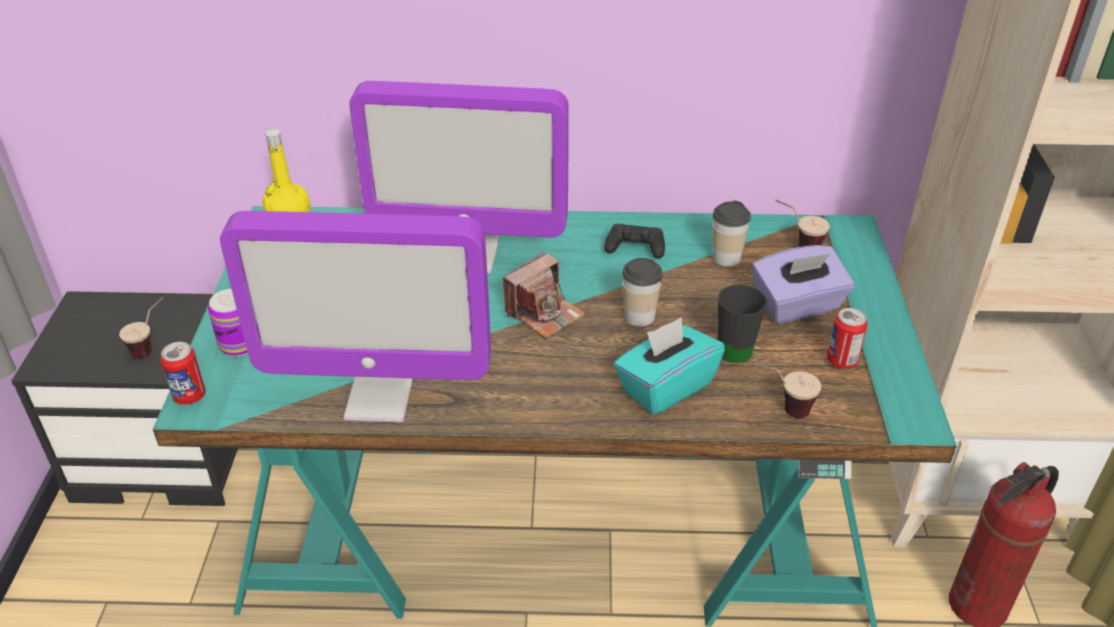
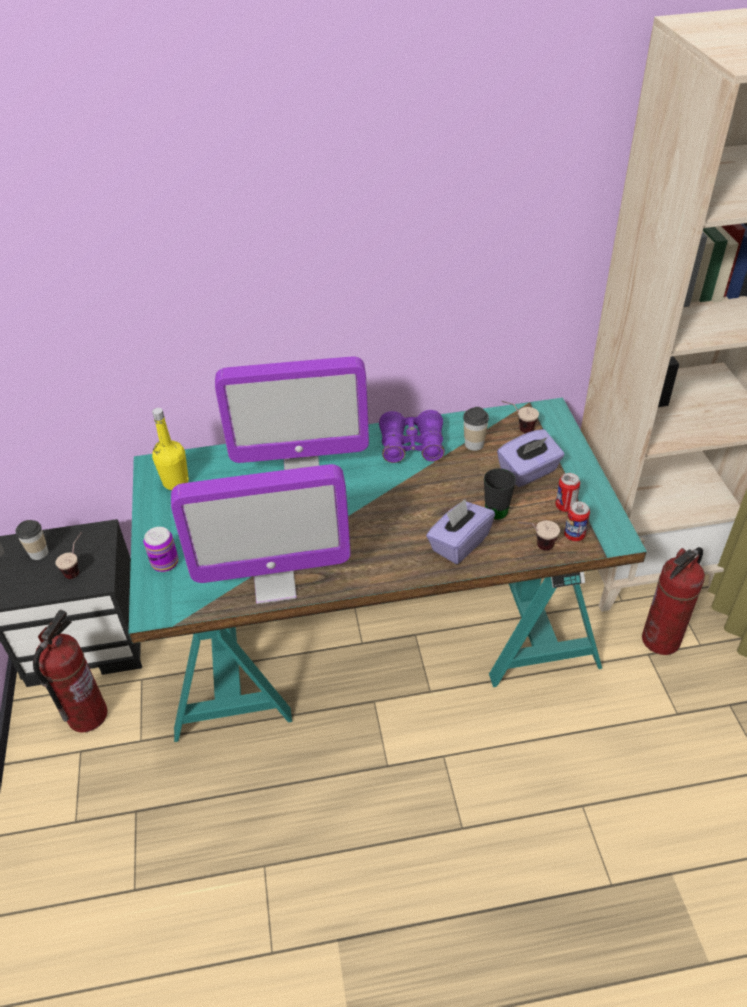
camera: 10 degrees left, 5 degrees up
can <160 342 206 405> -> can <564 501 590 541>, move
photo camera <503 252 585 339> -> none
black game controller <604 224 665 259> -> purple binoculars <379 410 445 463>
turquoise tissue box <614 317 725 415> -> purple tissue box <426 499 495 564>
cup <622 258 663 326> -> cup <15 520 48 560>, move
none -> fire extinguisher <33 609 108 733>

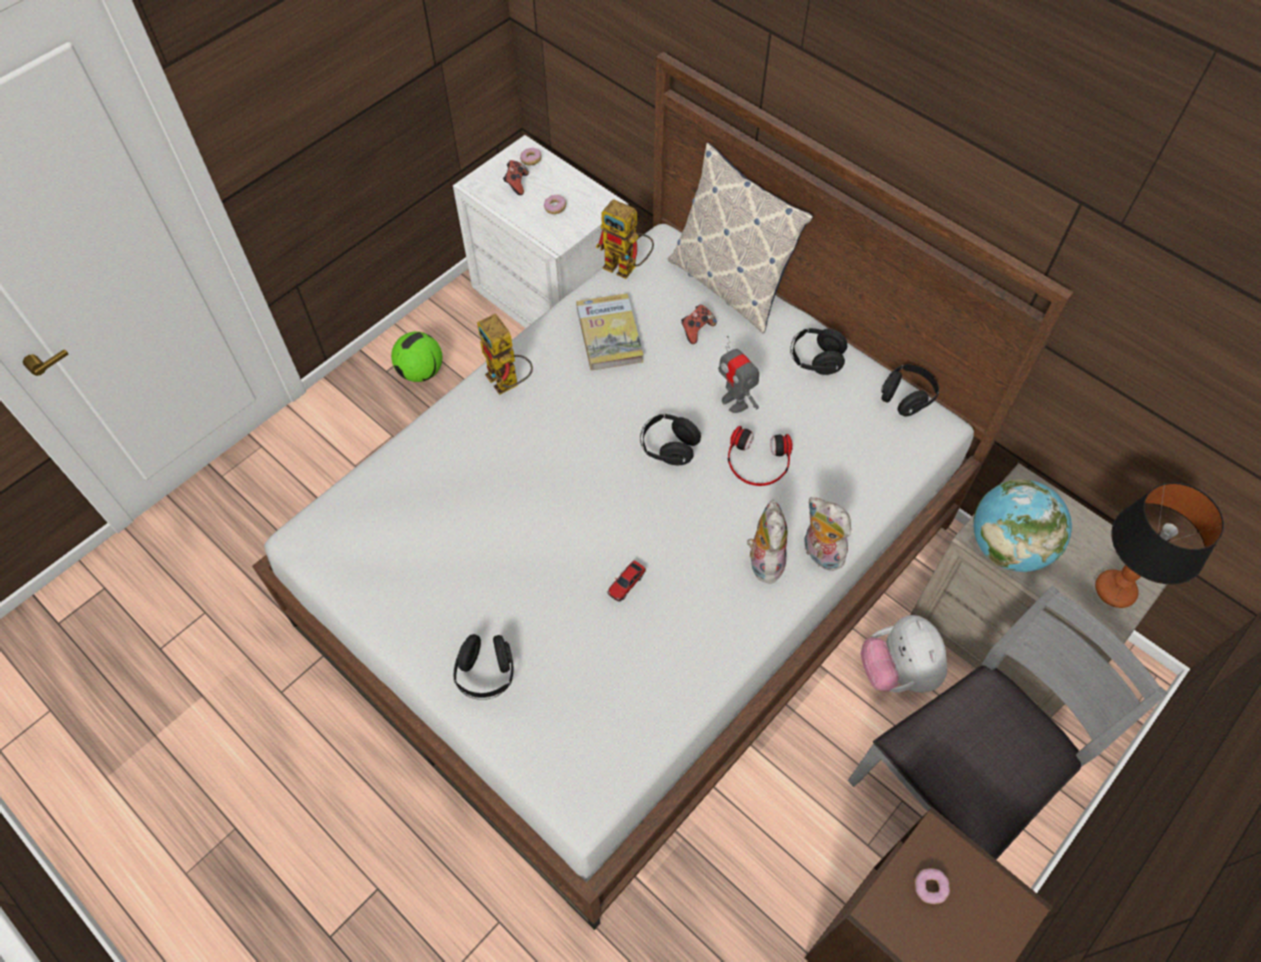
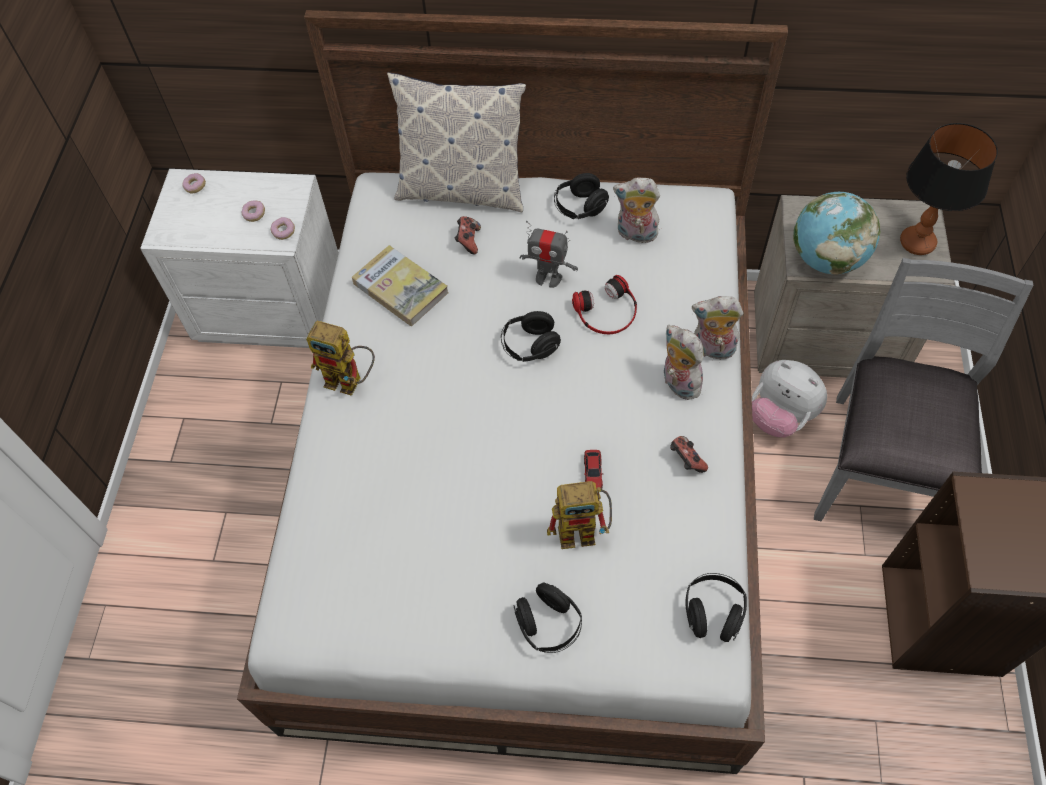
camera: 35 degrees left, 0 degrees up
football <391 332 442 382> -> none
game controller <503 160 529 195> -> game controller <670 436 708 473>, move
toy robot <596 199 654 279> -> toy robot <547 481 612 549>, move
black headphones <881 364 939 417> -> black headphones <686 573 747 642>, move
donut <915 868 950 904> -> donut <271 217 295 240>, move
none -> plush toy <613 178 660 243>

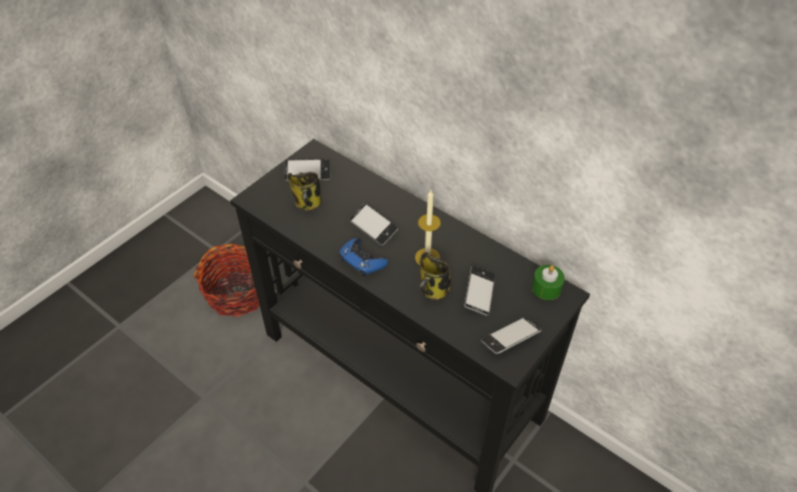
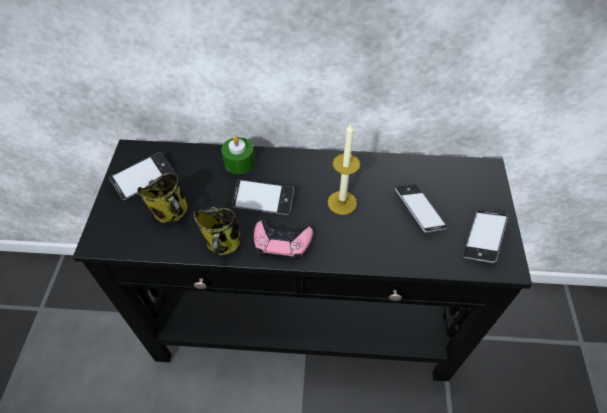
camera: 35 degrees left, 5 degrees up
basket <194 243 259 317> -> none
blue game controller <339 238 388 277> -> pink game controller <254 220 313 260>
mug <419 252 451 300> -> mug <194 207 241 255>, move
green candle <532 265 565 300> -> green candle <222 136 255 174>, move

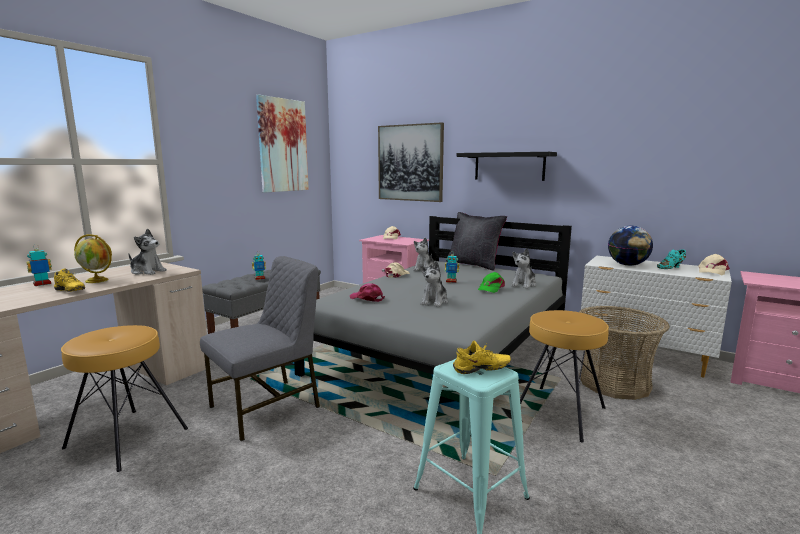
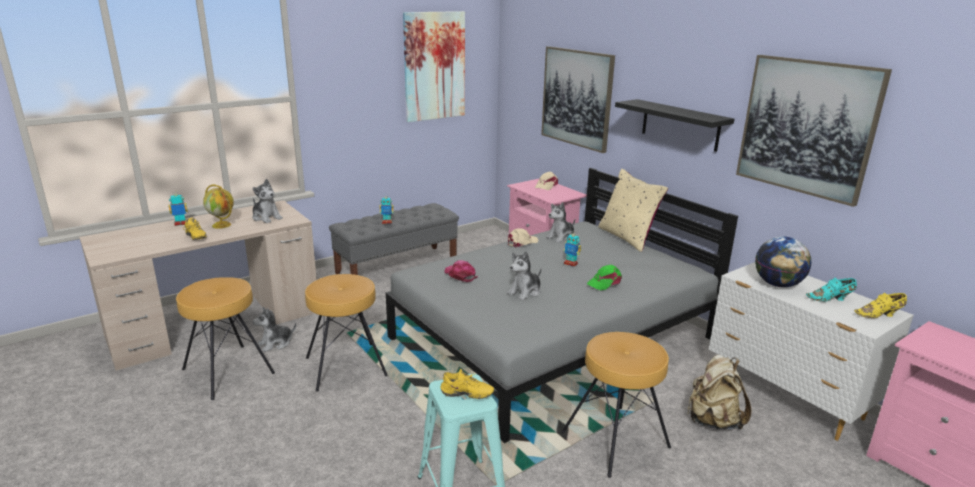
camera: 20 degrees right, 10 degrees up
grey chair <200 256 320 441> -> brown stool <305 274 388 392>
black pillow <446 212 507 271> -> beige pillow <598 169 668 252>
plush toy <511 249 536 289> -> plush toy <252 307 296 352>, move
basket <579 306 670 400> -> beige backpack <687 355 751 430>
beige cap <698 254 730 275> -> yellow shoe <854 293 907 318>
none -> picture <736 55 892 207>

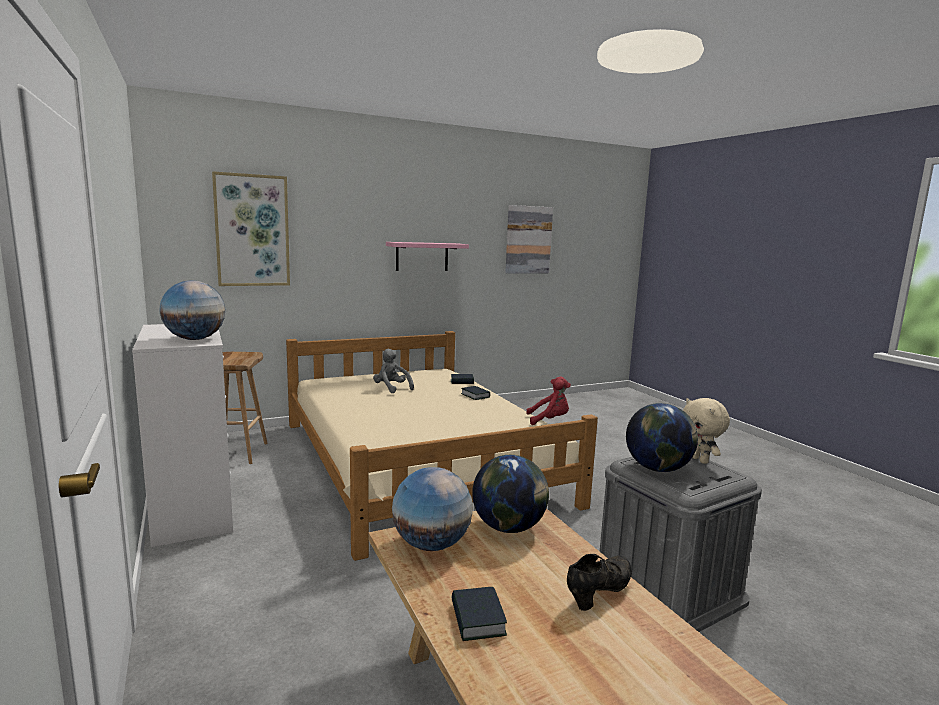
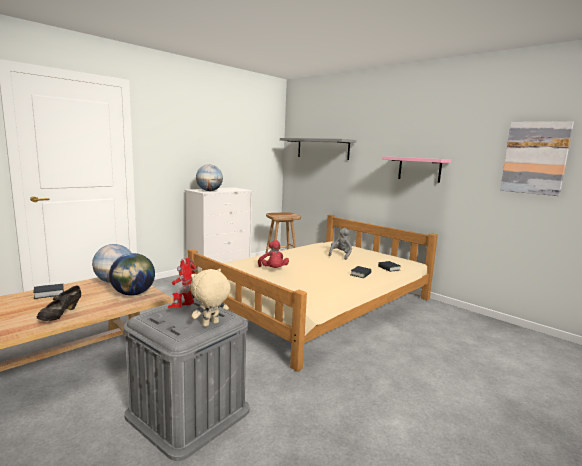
camera: 70 degrees right, 0 degrees up
picture <212 171 290 286> -> grey shelf <280 138 356 160>
red plush toy <526 377 571 425> -> red plush toy <258 240 289 268>, move
black shoe <567 554 632 611> -> black shoe <37 286 81 321>, 75 degrees clockwise
globe <626 403 698 472> -> toy robot <168 257 197 308>

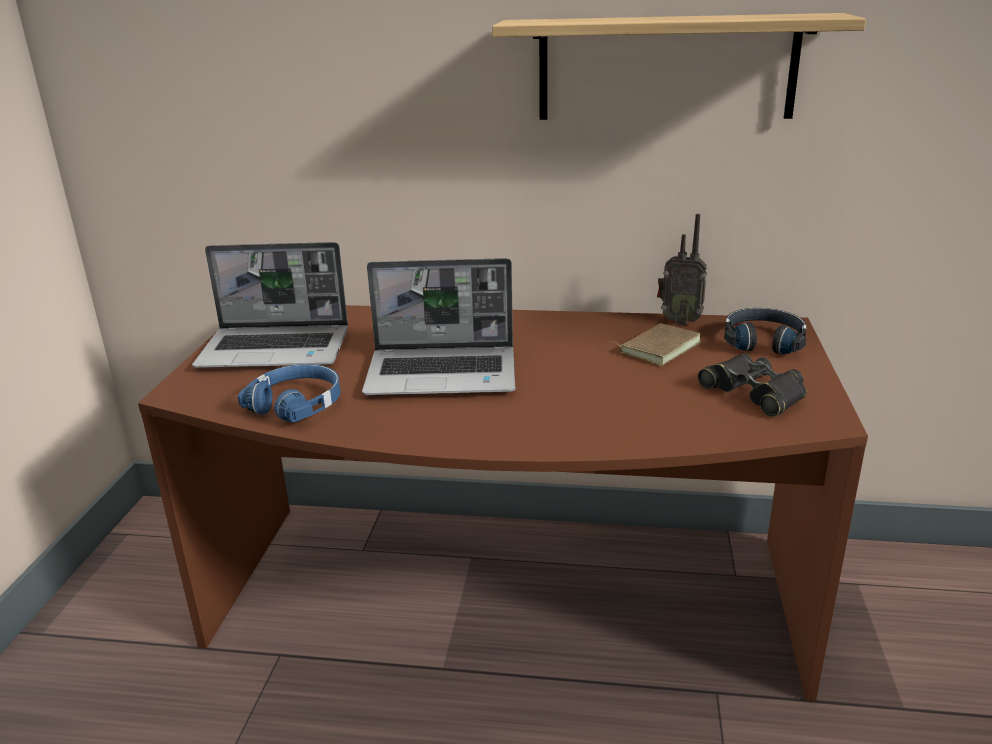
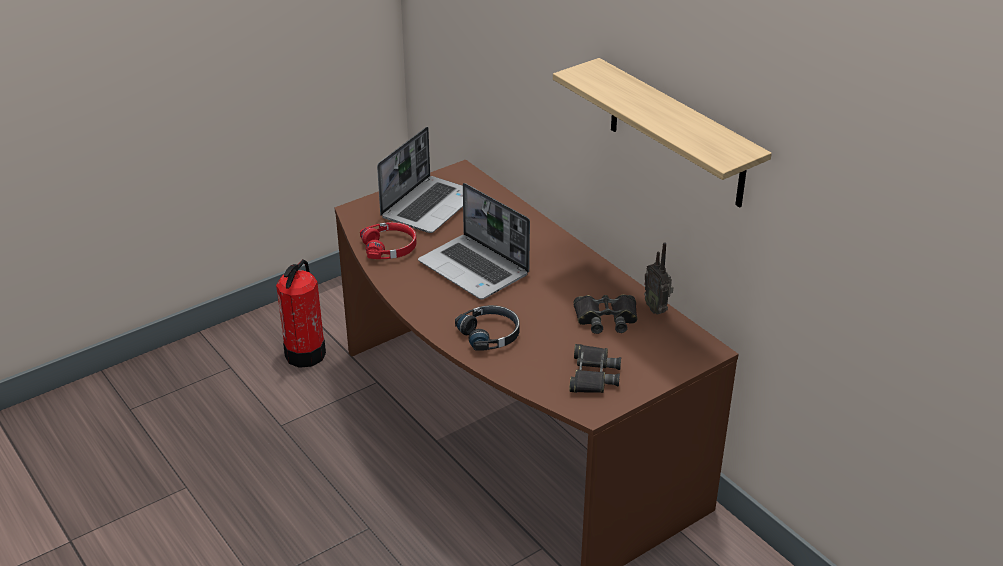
camera: 45 degrees right, 10 degrees up
laptop <192 242 348 368> -> laptop <377 127 463 233>, 105 degrees counterclockwise
blue headphones <238 364 340 422> -> red headphones <360 222 417 259>
brown book <607 323 701 366> -> black binoculars <573 294 637 334>
black headphones <724 308 806 354> -> black headphones <455 305 520 351>, move
none -> fire extinguisher <276 259 326 368>

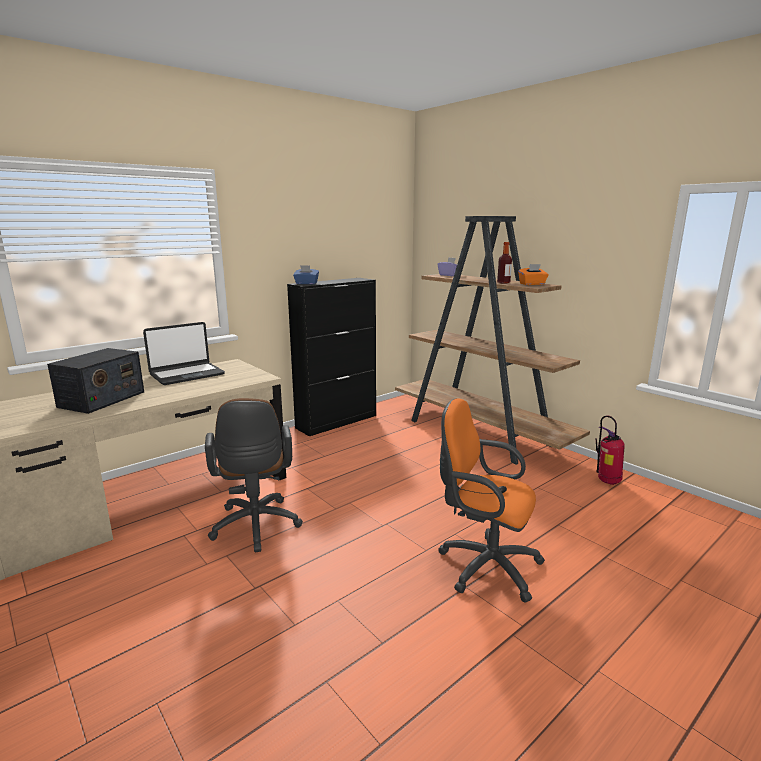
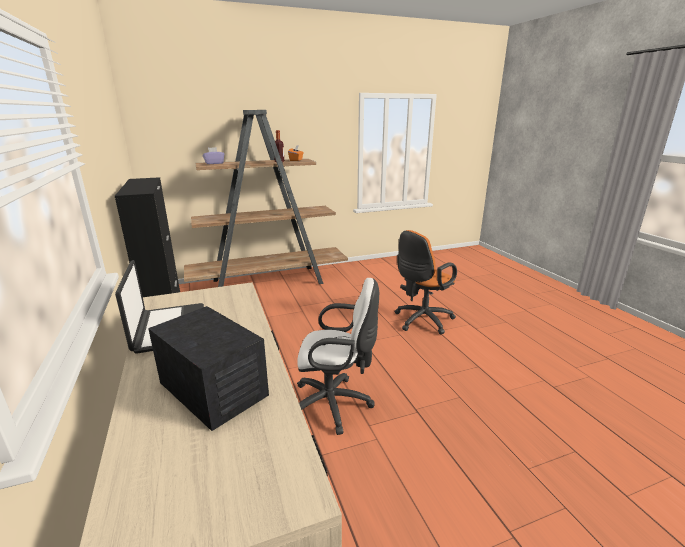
camera: 70 degrees left, 5 degrees up
brown office chair <205 398 303 552> -> white office chair <297 278 379 435>
blue tissue box <293 265 319 284> -> none
fire extinguisher <596 416 625 485> -> none

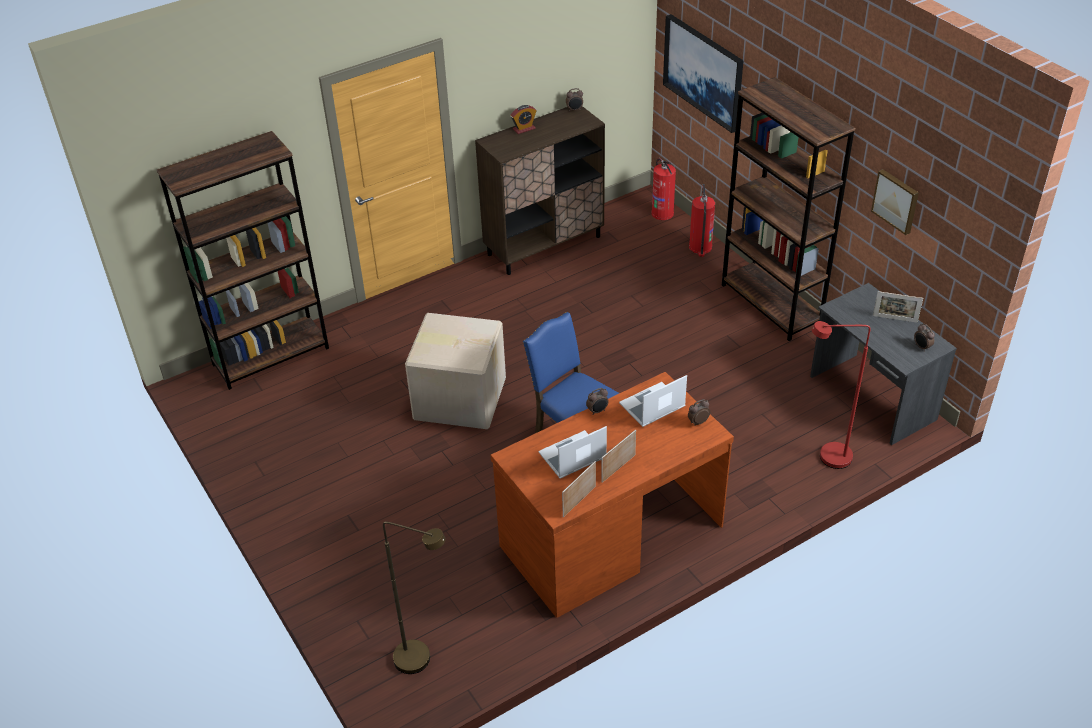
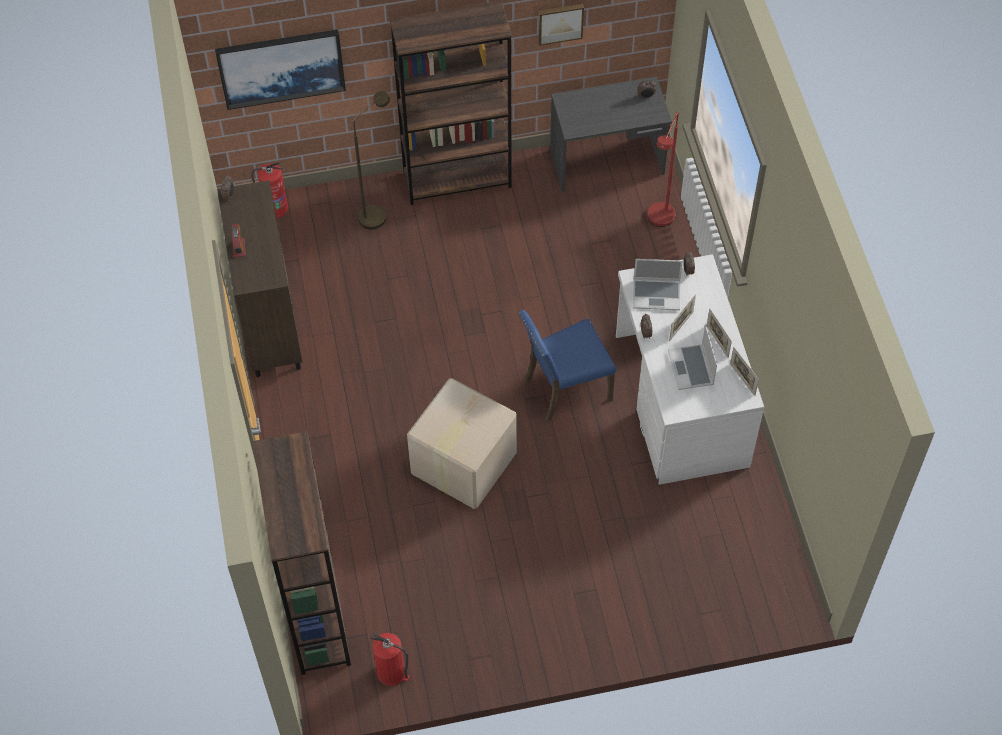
camera: 70 degrees left, 15 degrees up
brown floor lamp <383 522 446 674> -> brown floor lamp <353 91 390 230>, move
brown desk <490 372 734 618> -> white desk <616 254 764 485>
laptop <619 375 687 427> -> laptop <633 259 683 310>, 75 degrees counterclockwise
fire extinguisher <689 184 715 257> -> fire extinguisher <370 633 410 686>, move
picture frame <873 291 923 323> -> picture frame <669 295 696 341>, move

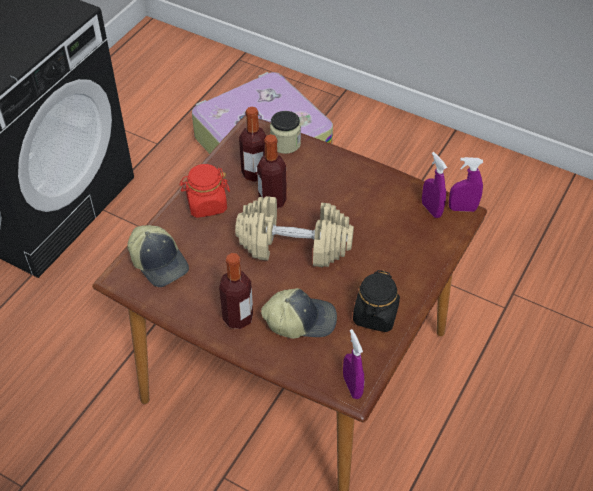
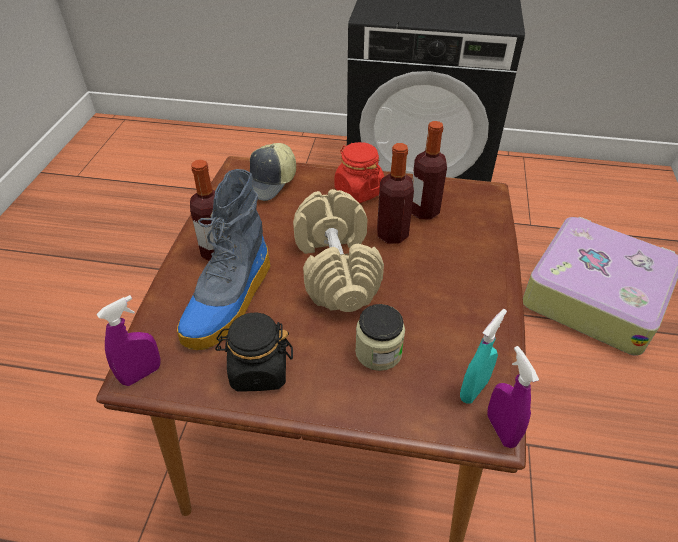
camera: 70 degrees right, 5 degrees down
cap <261 288 337 339> -> boot <177 169 271 350>
jar <270 111 301 154> -> jar <355 304 405 371>, move
purple spray bottle <422 152 447 218> -> turquoise spray bottle <460 309 507 403>

